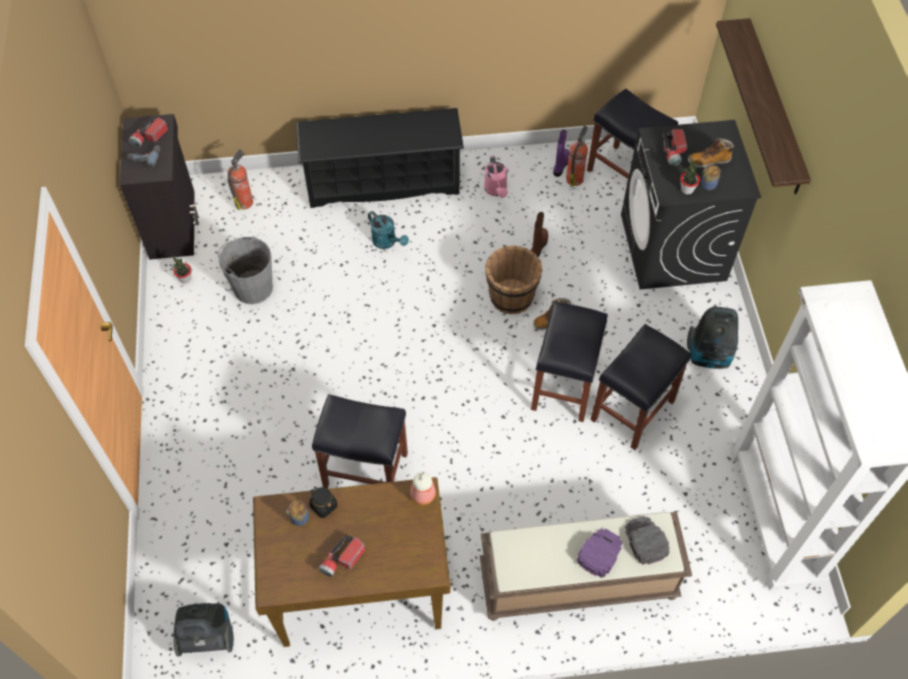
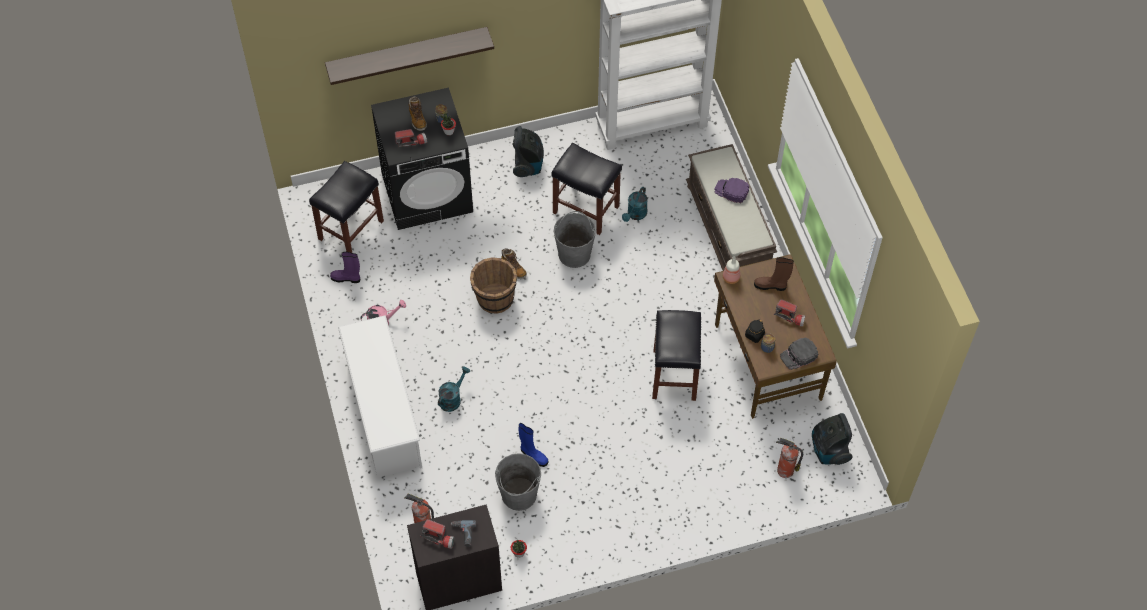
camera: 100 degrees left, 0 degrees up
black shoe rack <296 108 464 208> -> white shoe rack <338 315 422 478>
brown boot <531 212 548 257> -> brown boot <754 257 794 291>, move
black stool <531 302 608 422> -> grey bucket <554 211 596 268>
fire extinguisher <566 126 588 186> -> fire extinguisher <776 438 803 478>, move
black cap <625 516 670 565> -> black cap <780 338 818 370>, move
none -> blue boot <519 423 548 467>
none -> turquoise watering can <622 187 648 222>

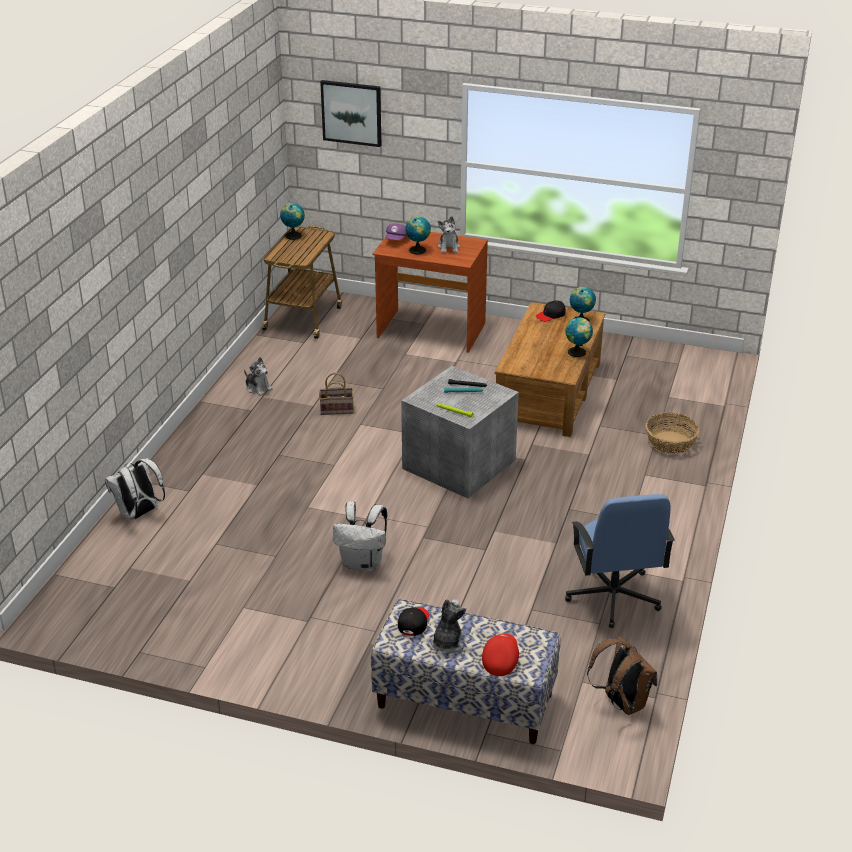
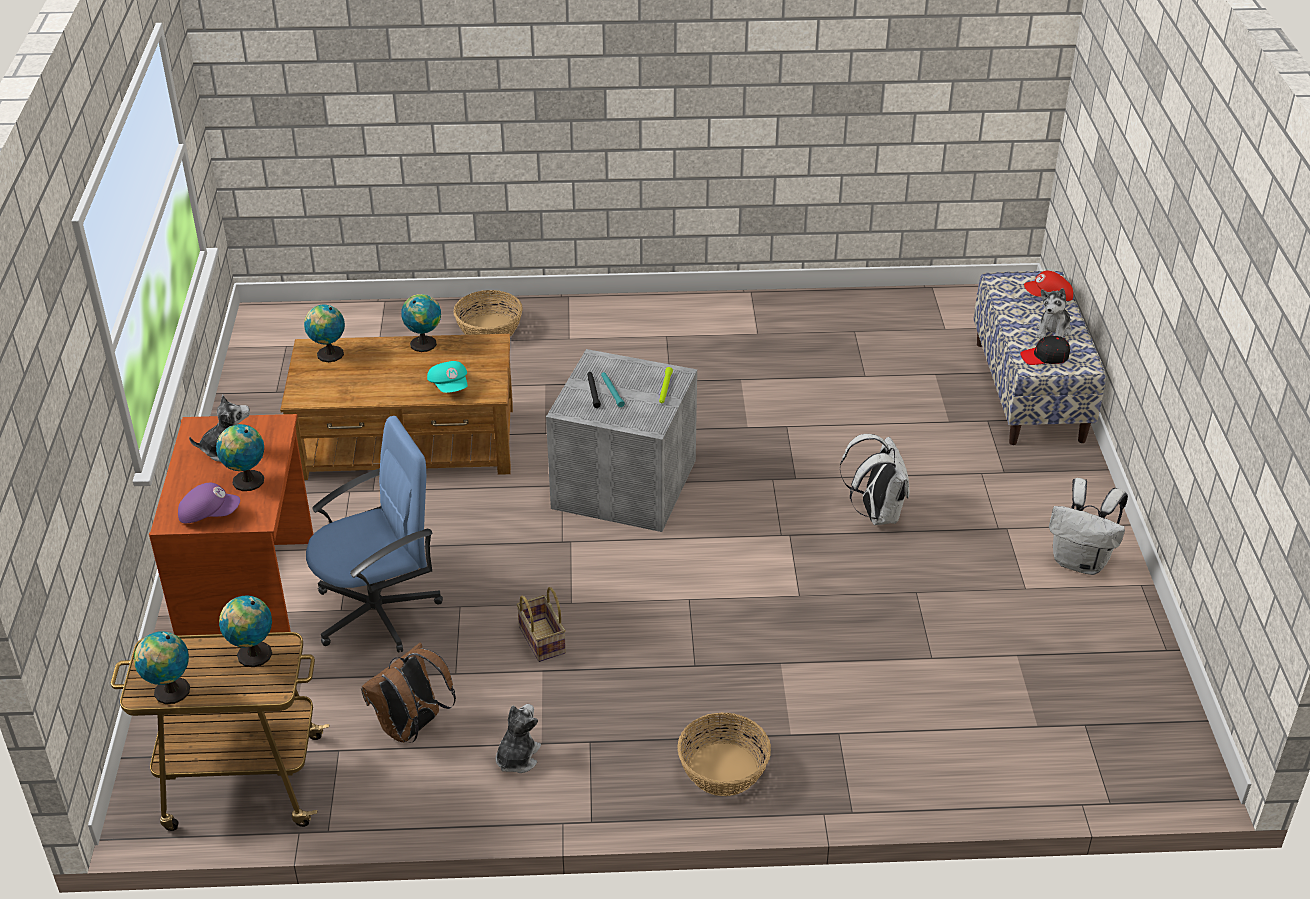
camera: 110 degrees left, 5 degrees up
white backpack <105 458 165 520> -> white backpack <1049 478 1128 575>, move
picture <320 80 381 147> -> none
plush toy <431 599 466 653> -> plush toy <1036 288 1071 339>, 60 degrees counterclockwise
black cap <536 300 566 322> -> none
blue office chair <565 494 675 628> -> blue office chair <306 416 443 653>, move
brown backpack <587 636 657 715> -> brown backpack <361 643 456 742>, move
none -> globe <219 595 272 667>
none -> turquoise cap <427 361 468 393>
none -> basket <677 712 771 796>

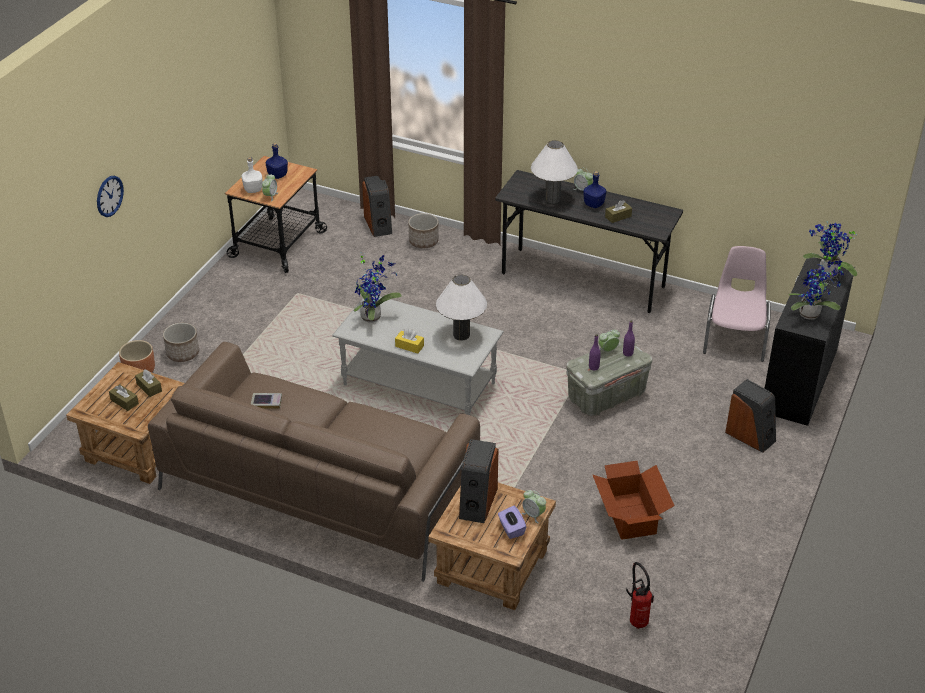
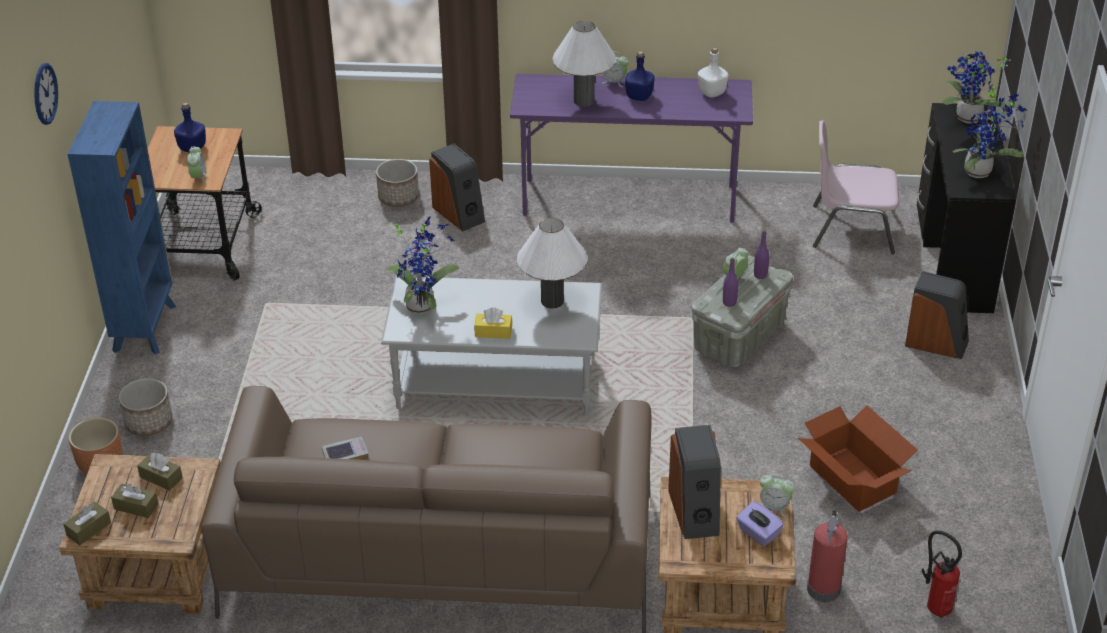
camera: 20 degrees left, 0 degrees up
wall clock <97 176 124 217> -> wall clock <34 63 58 125>, move
white bottle <242 157 262 193> -> white bottle <698 48 728 98>, move
speaker <362 176 392 237> -> speaker <429 144 485 231>, move
grey desk <495 170 683 313> -> purple desk <510 74 753 223>
brown tissue box <605 200 632 223> -> brown tissue box <63 502 111 545>, move
pink chair <703 246 771 362> -> pink chair <813 120 899 254>, 75 degrees counterclockwise
none -> blue bookcase <68 101 176 354>
none -> fire extinguisher <807 511 848 602>

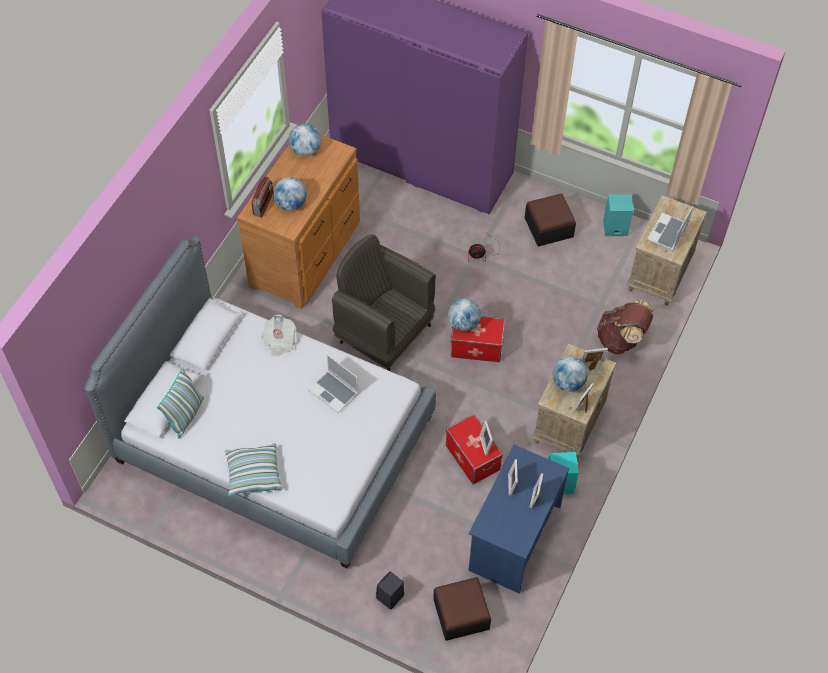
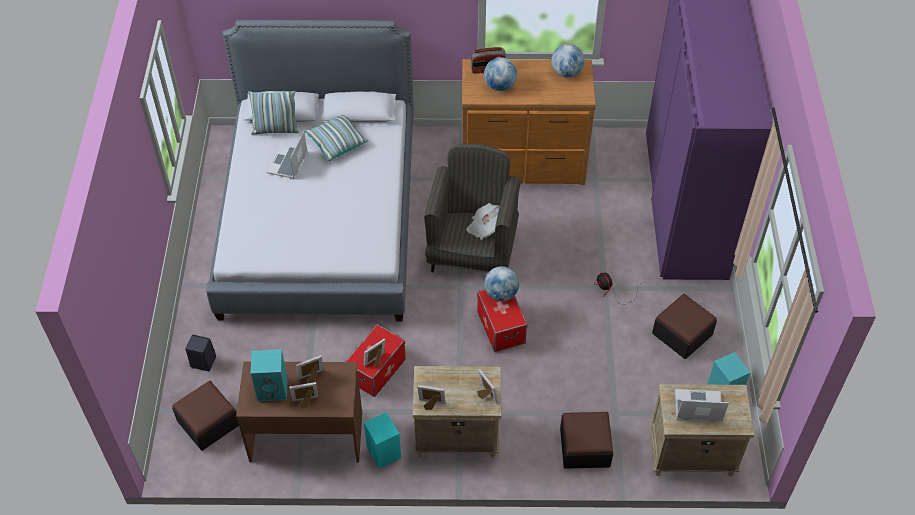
camera: 65 degrees right, 5 degrees down
pillow <225 443 282 496> -> pillow <304 115 369 162>, move
newspaper <262 314 296 357> -> newspaper <467 203 500 240>, move
laptop <308 354 358 413> -> laptop <267 130 307 179>, move
blue desk <469 445 569 593> -> brown desk <236 361 362 463>
globe <553 357 588 392> -> none
brown backpack <597 300 654 354> -> ottoman <560 412 613 469>
none -> turquoise speaker <251 349 288 401>

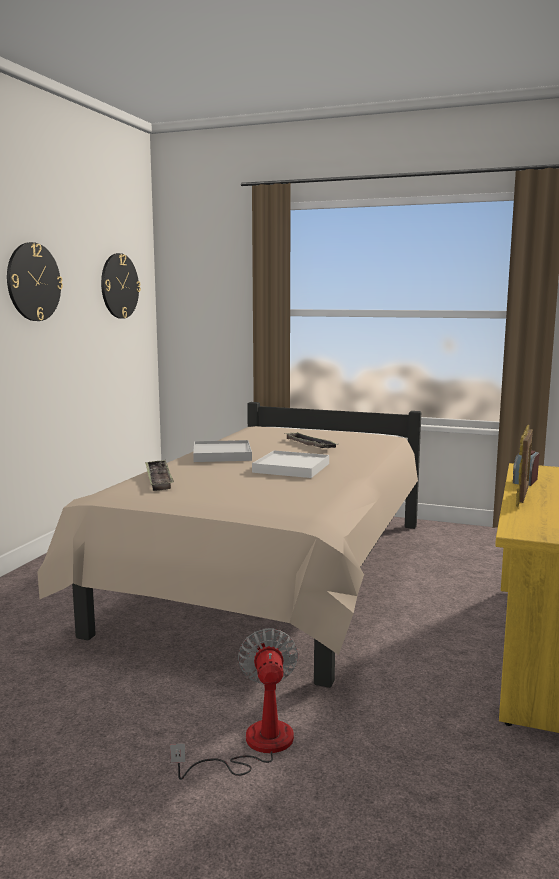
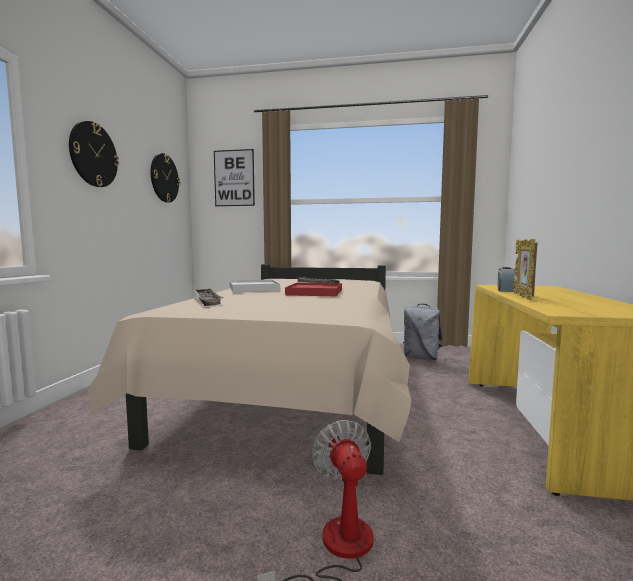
camera: 10 degrees left, 5 degrees down
white tray <252 451 329 478> -> red tray <285 283 342 297>
none -> picture <214 149 255 206>
none -> grey backpack <403 304 443 360>

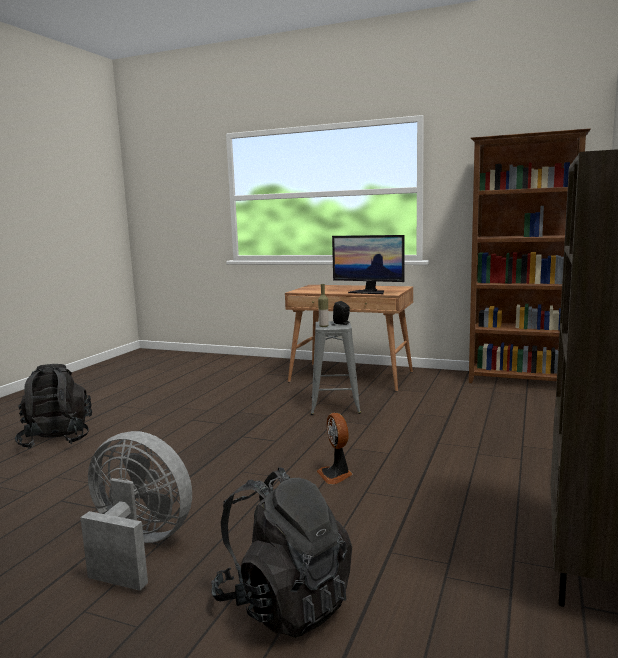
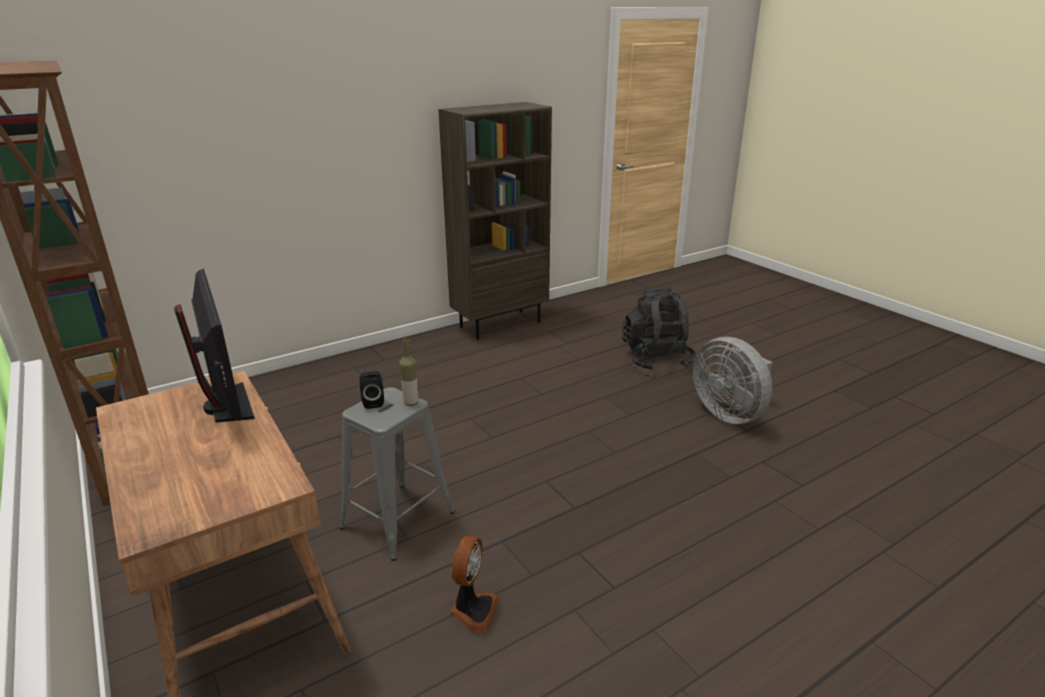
camera: 145 degrees left, 15 degrees up
black backpack <15 364 92 449> -> none
fan <317 413 353 484> -> fan <450 535 499 633>, move

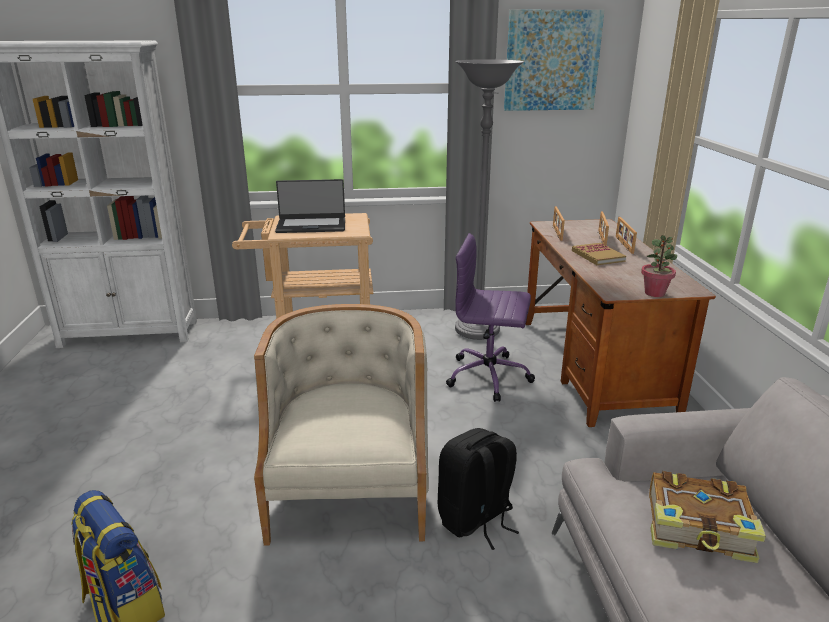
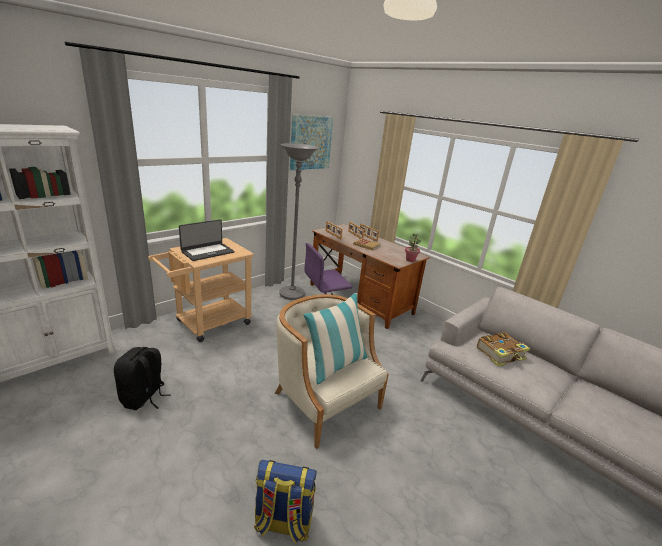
camera: 40 degrees left, 0 degrees up
black backpack <438 428 519 550> -> black backpack <114 347 171 410>, move
none -> pillow <303 293 368 384>

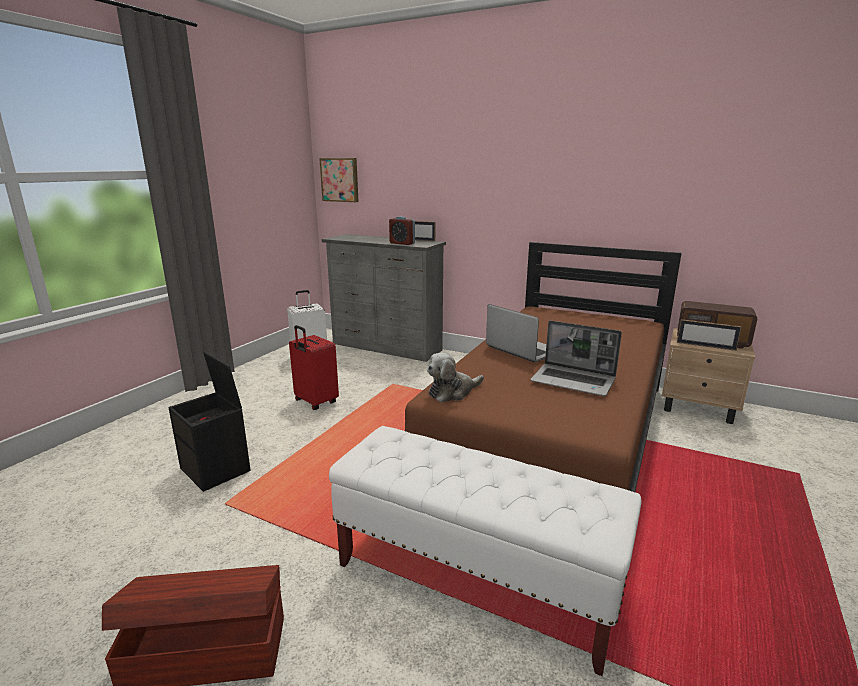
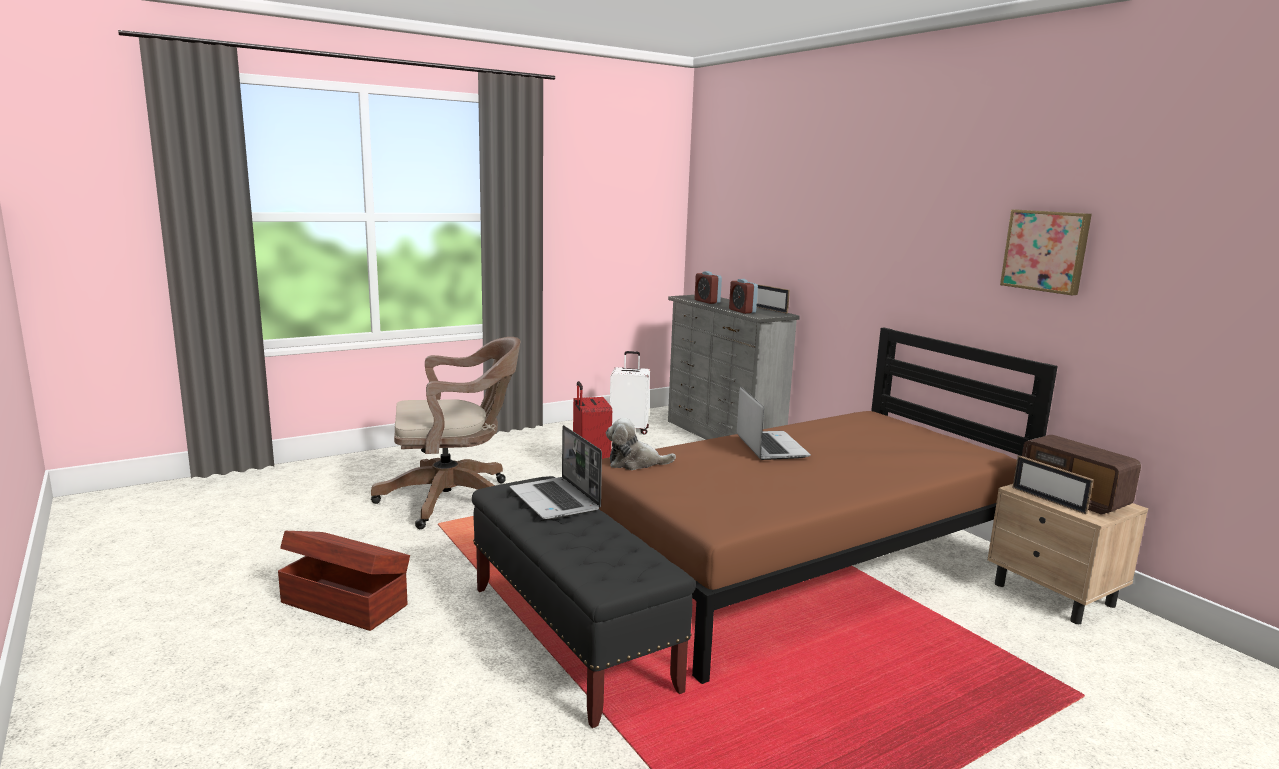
camera: 30 degrees right, 5 degrees down
black storage box <168 351 251 492> -> brown office chair <371 337 521 529>
picture <319 158 359 202> -> picture <1000 209 1092 295>, move
white bench <329 426 641 676> -> black bench <472 476 696 728>
laptop <530 321 622 396> -> laptop <510 425 602 520>, move
none -> alarm clock <695 271 722 304>

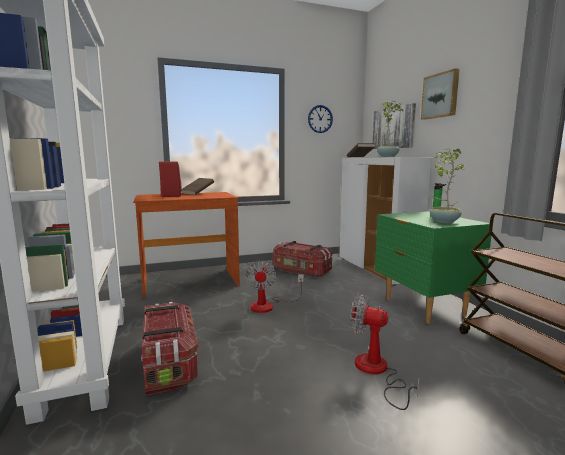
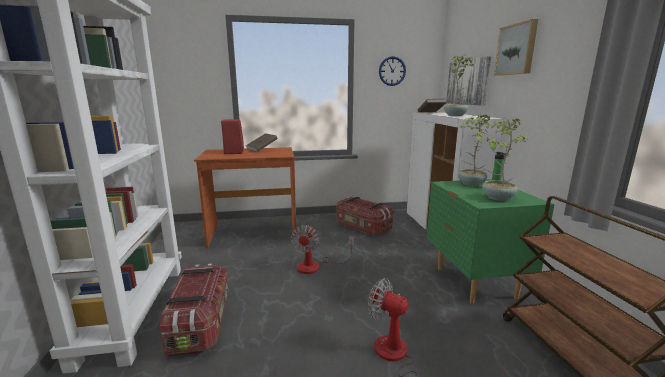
camera: 10 degrees right, 5 degrees up
none -> potted plant <457 115 490 186>

